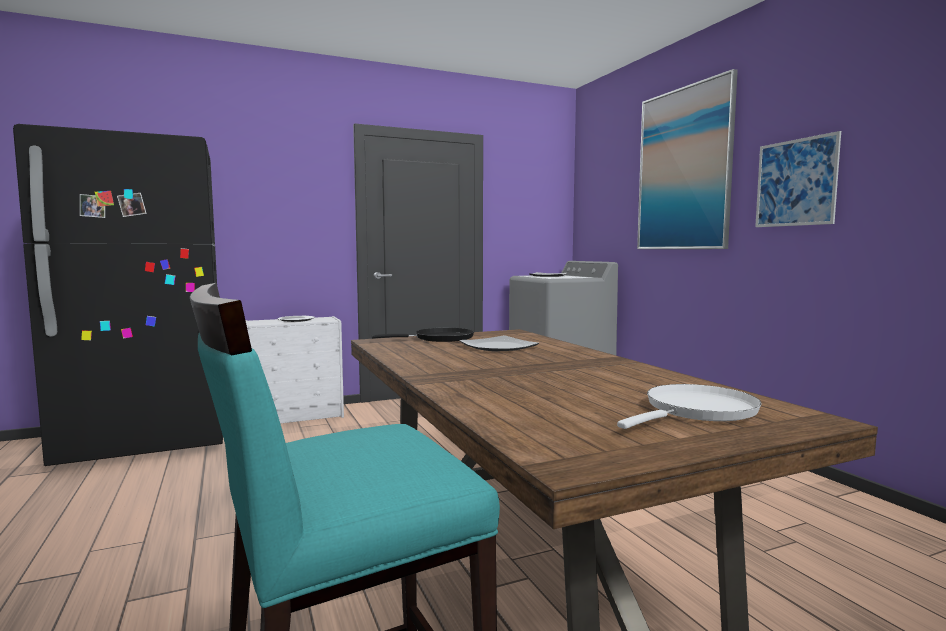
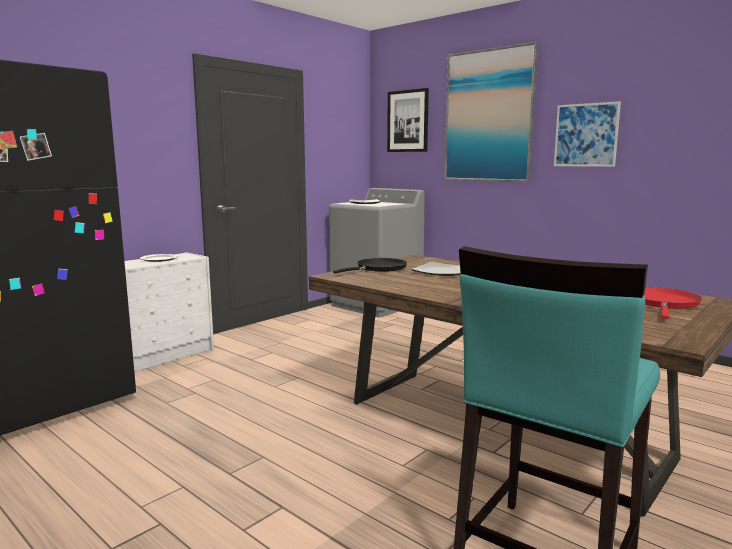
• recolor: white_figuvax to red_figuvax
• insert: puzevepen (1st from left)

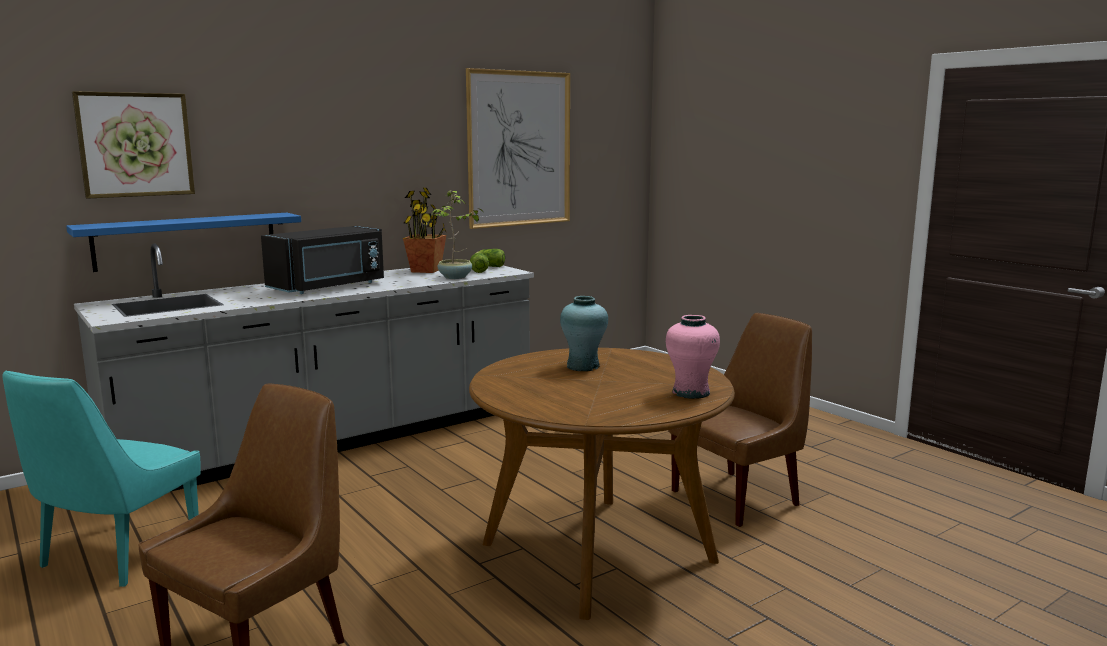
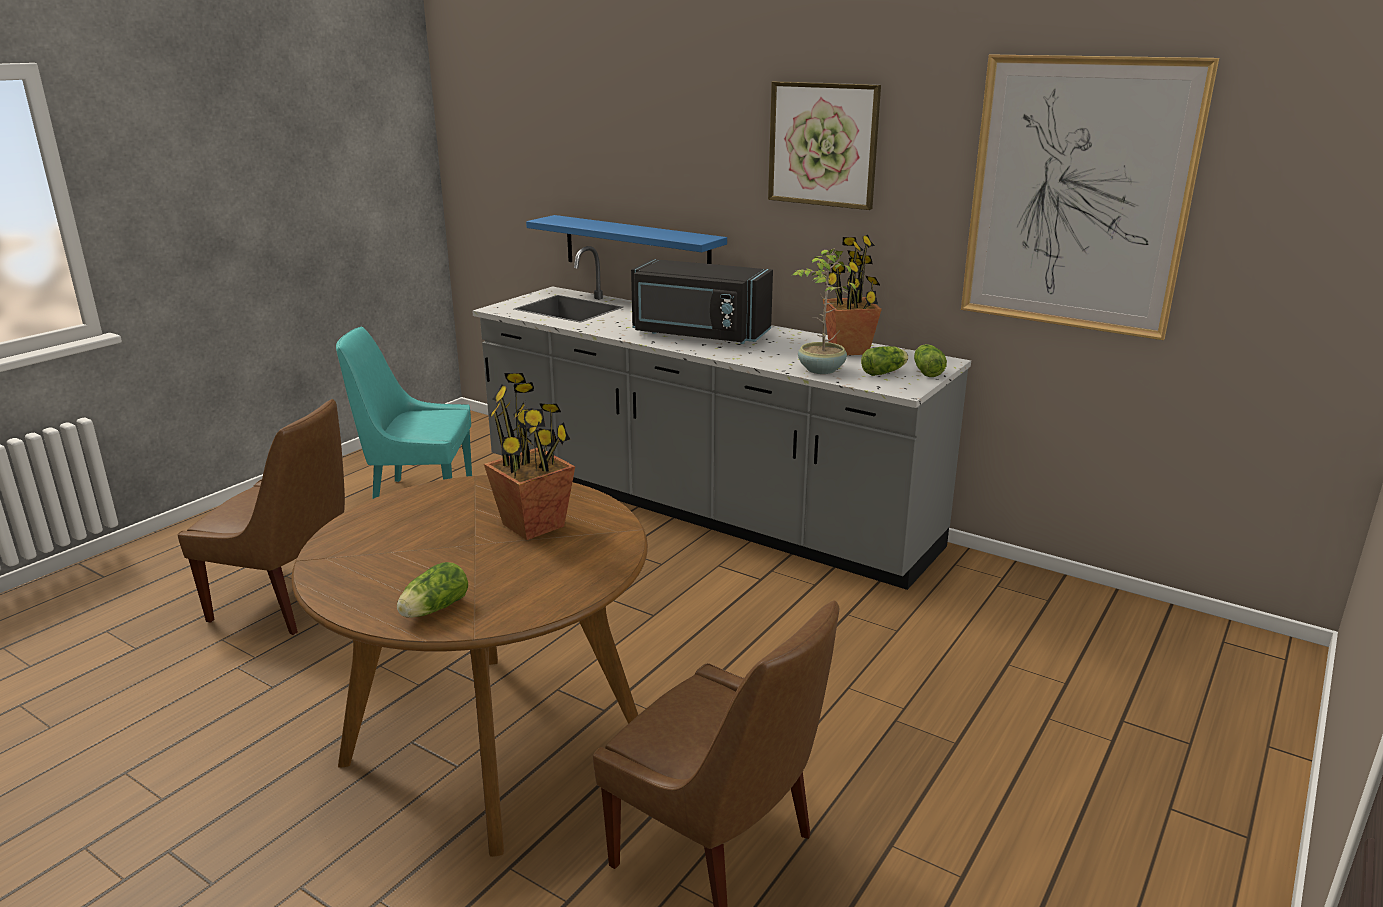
• move: puzevepen (1st from left)
• replace: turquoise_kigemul to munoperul (1st from left)
• replace: pink_kigemul to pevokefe (1st from left)

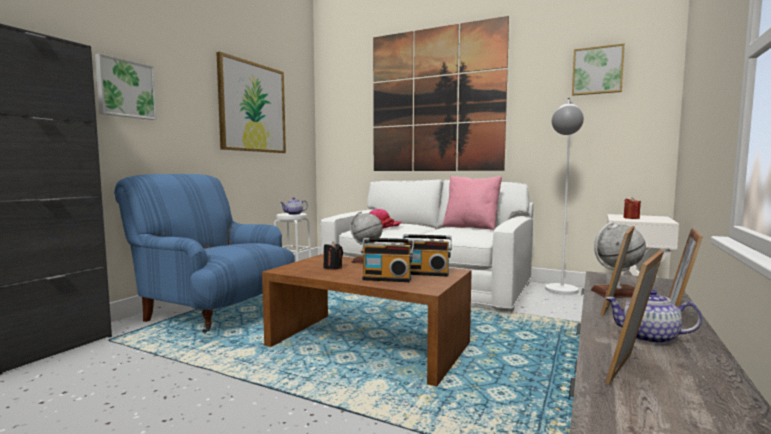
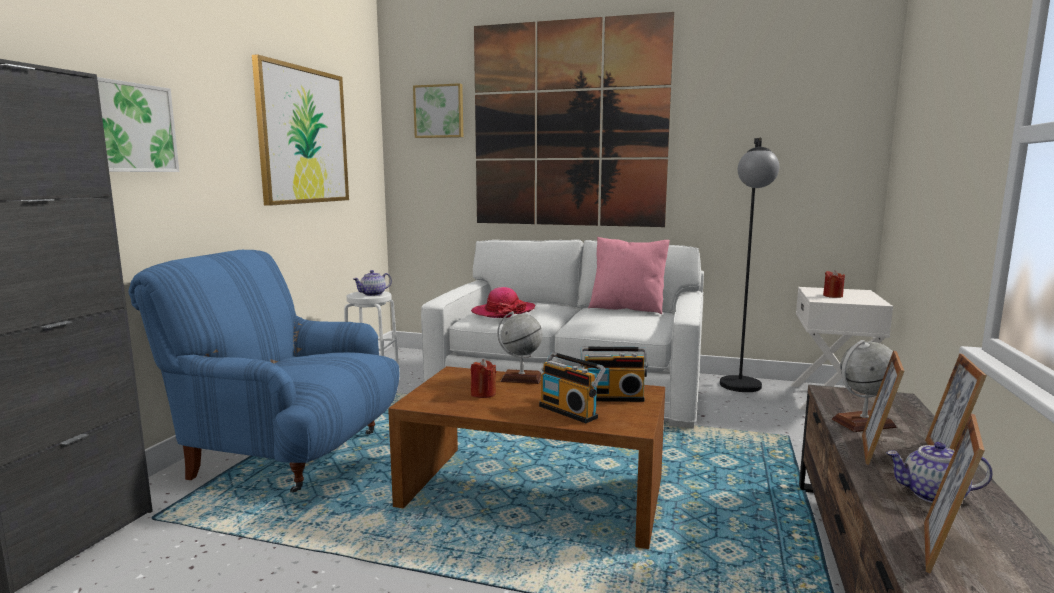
• recolor: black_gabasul to red_gabasul (1st from left)
• rotate: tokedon (1st from left) 45 degrees clockwise
• recolor: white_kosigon to black_kosigon
• move: puzevepen (4th from left in the first image) to puzevepen (3rd from left)

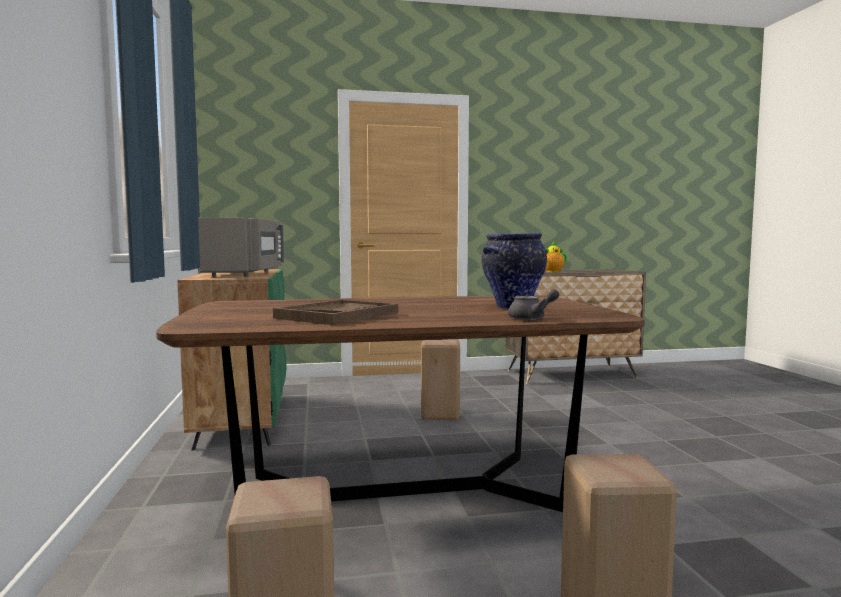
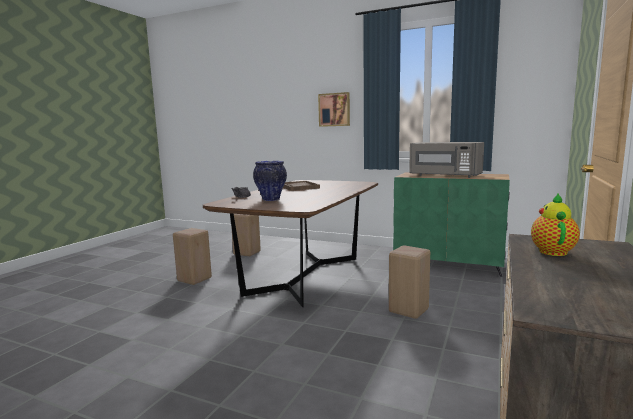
• insert: puzevepen

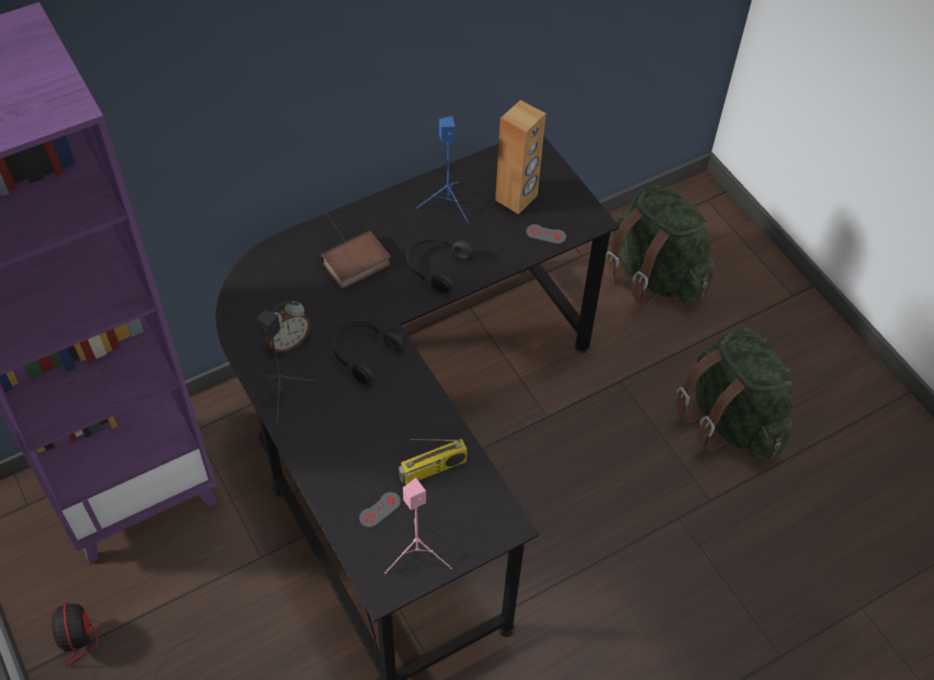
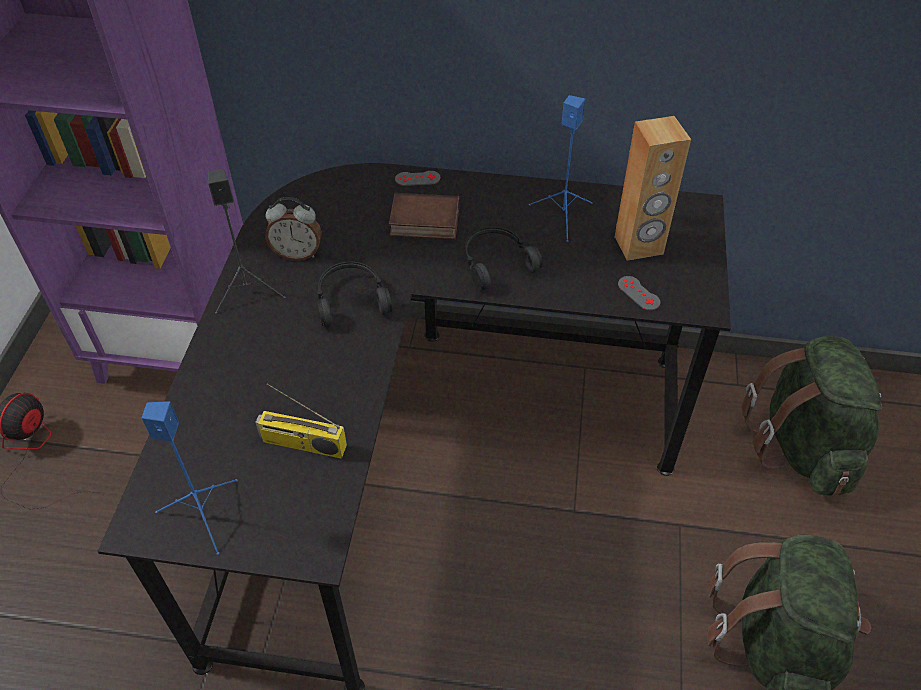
• move: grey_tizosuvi (1st from left)
• recolor: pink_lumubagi to blue_lumubagi (1st from left)

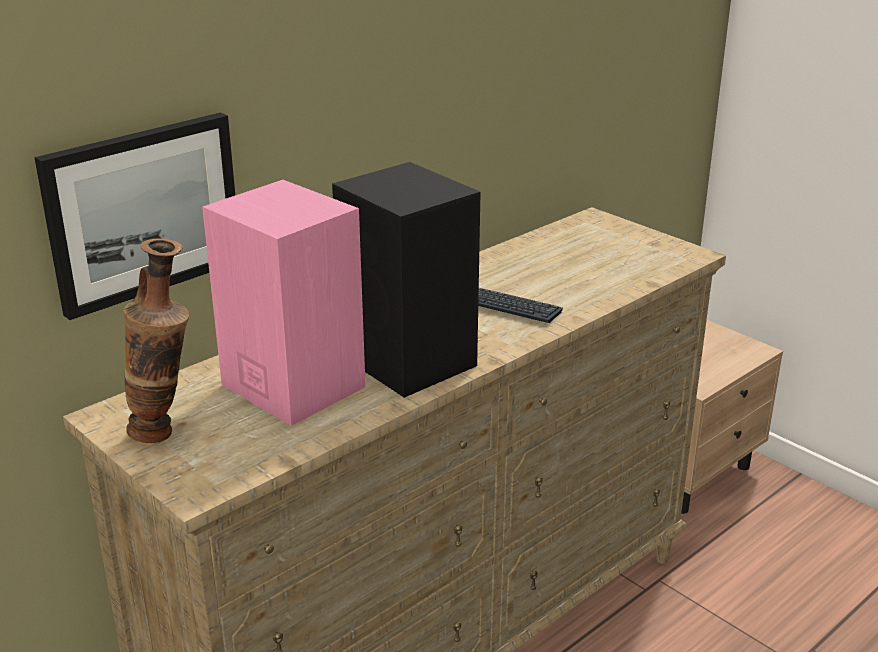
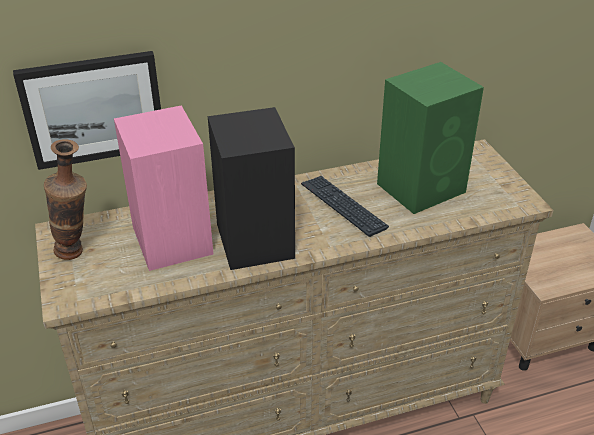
• insert: green_lumubagi

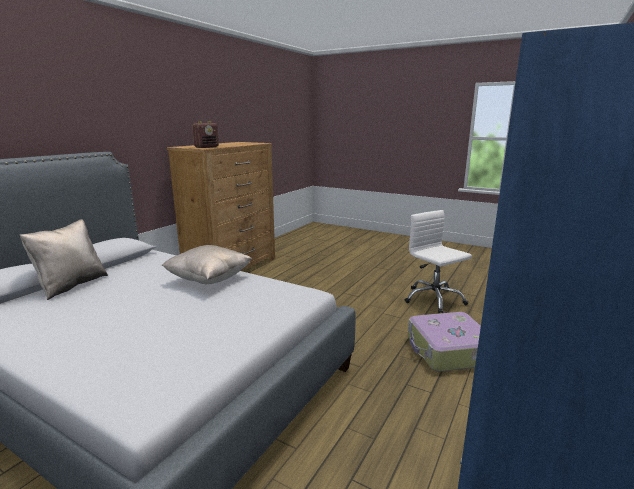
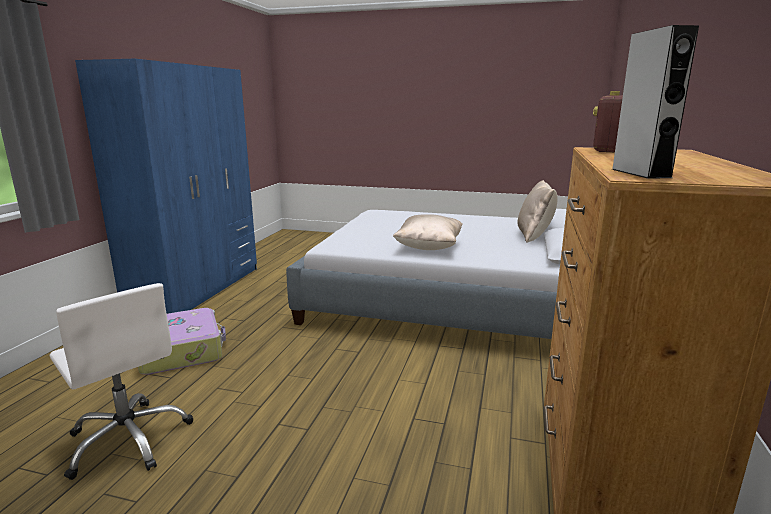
• insert: grey_lumubagi

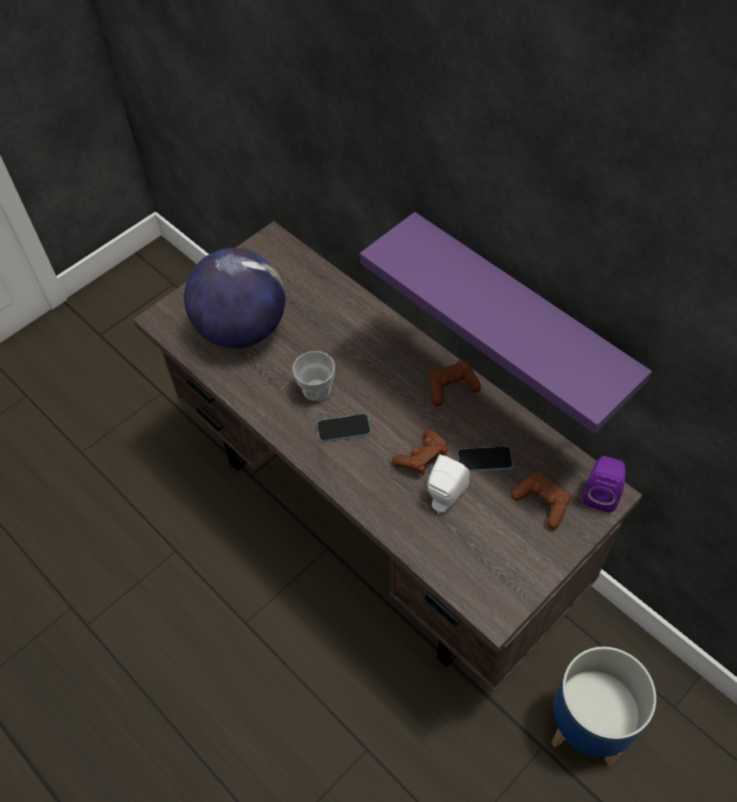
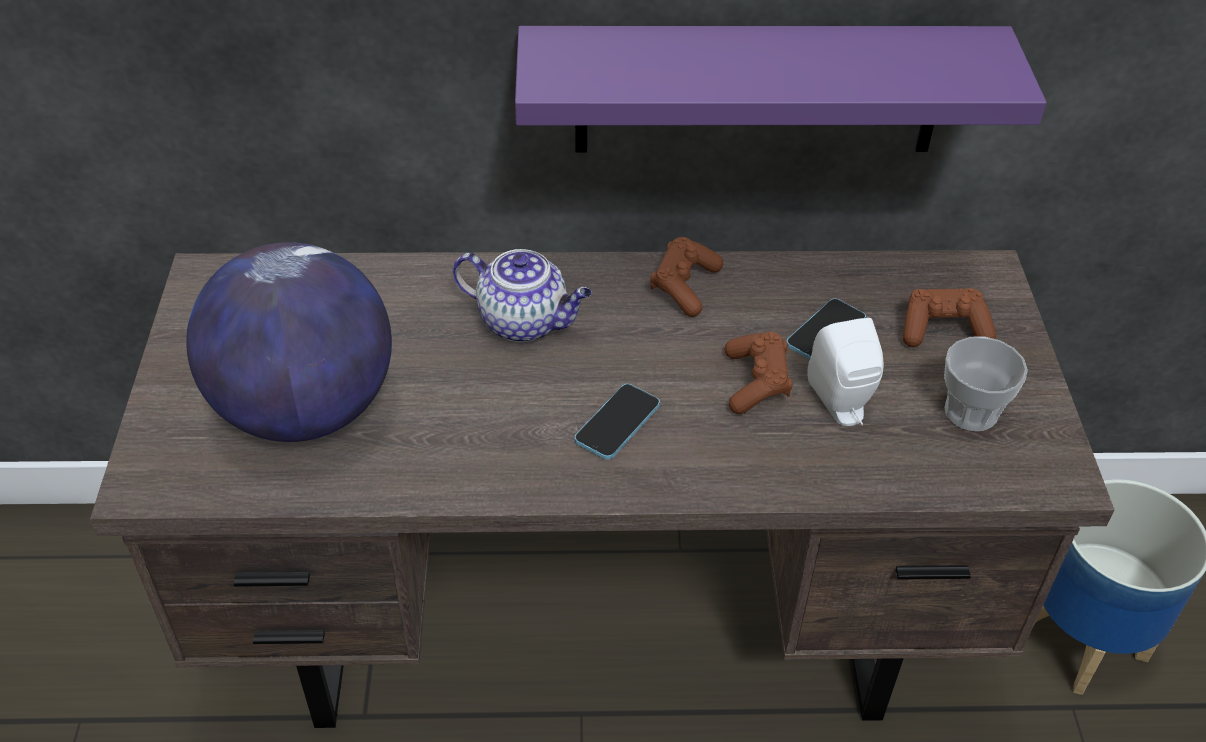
• move: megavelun
• delete: purple_lumubagi
• insert: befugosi

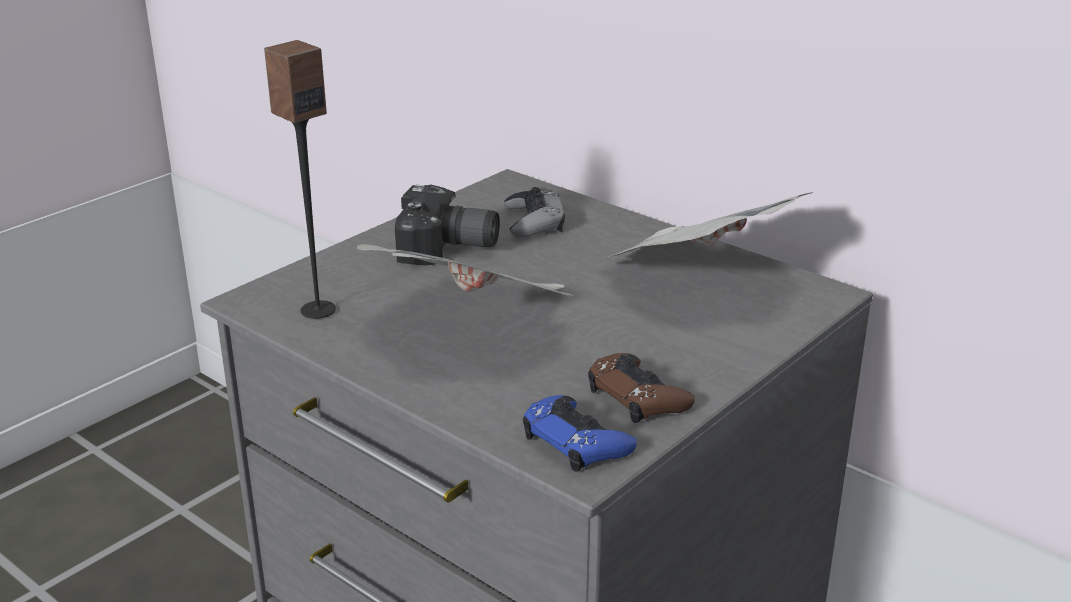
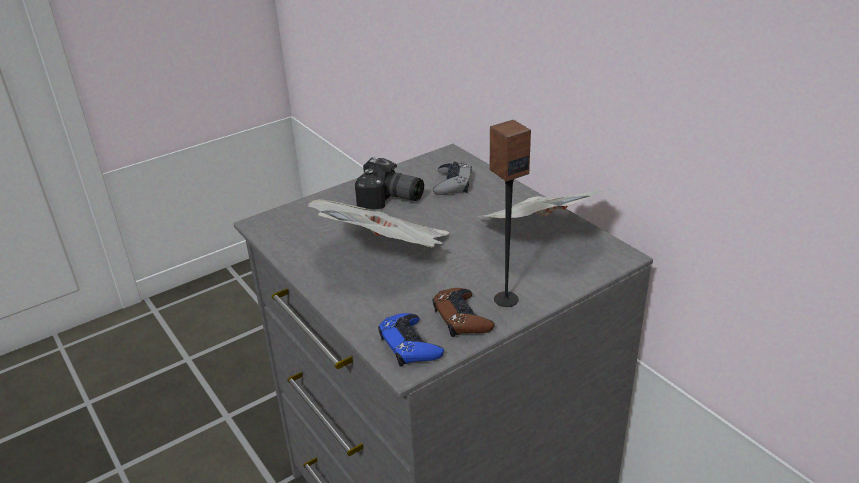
• move: lumubagi

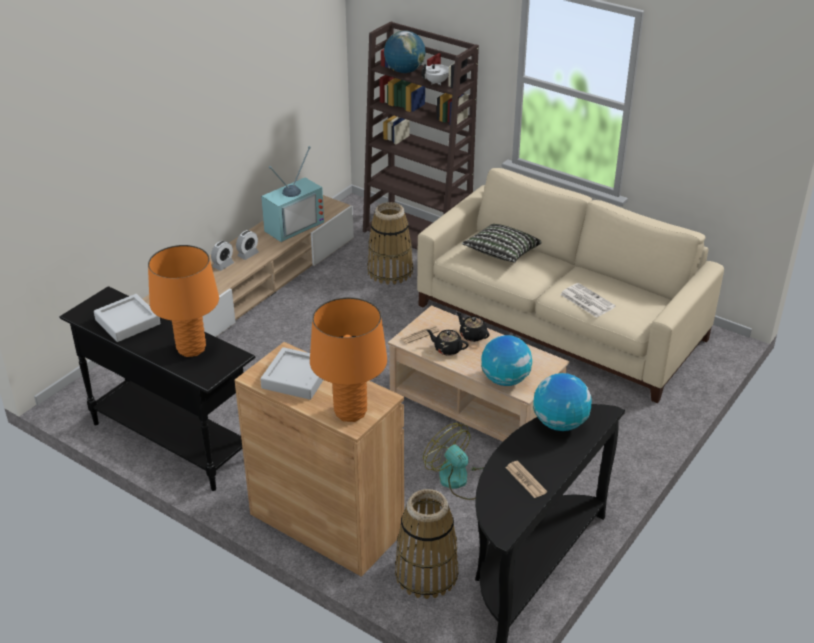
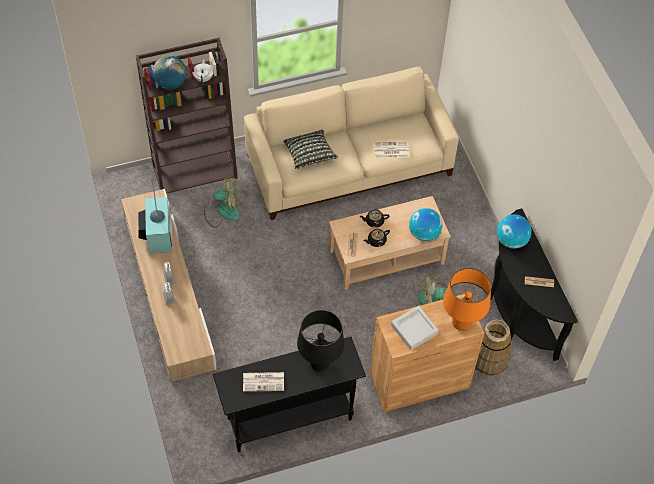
• replace: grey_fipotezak (1st from left) to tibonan (1st from left)
• recolor: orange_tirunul (1st from left) to black_tirunul
• replace: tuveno (1st from left) to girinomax (1st from left)

